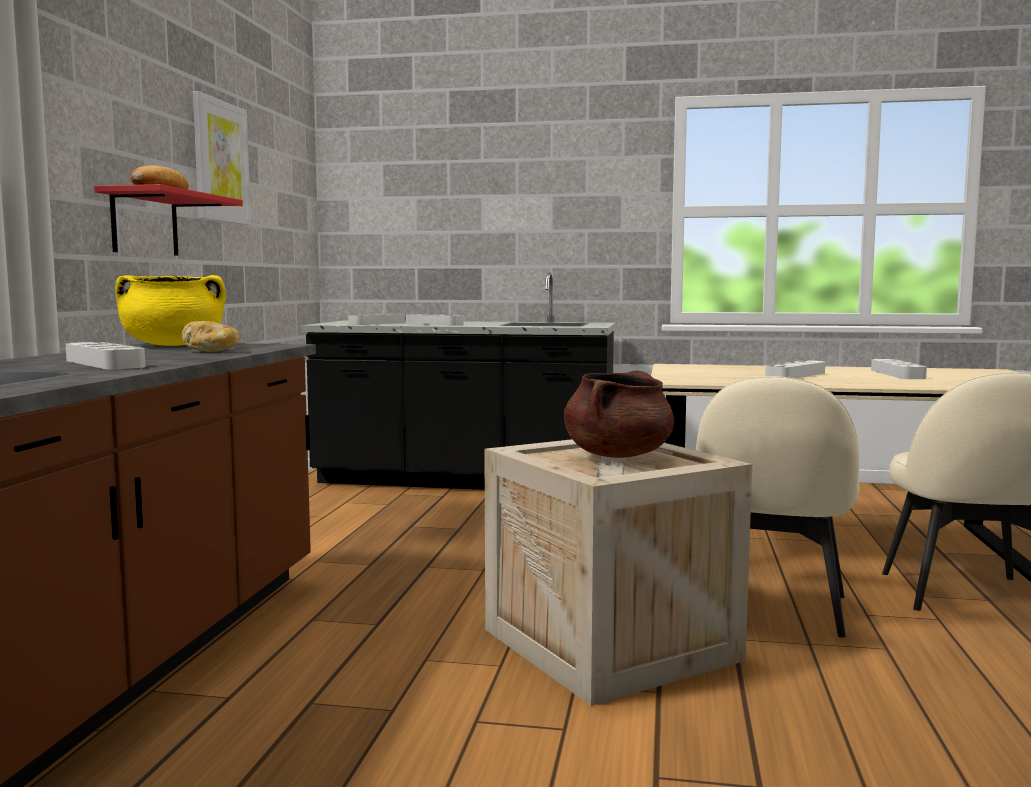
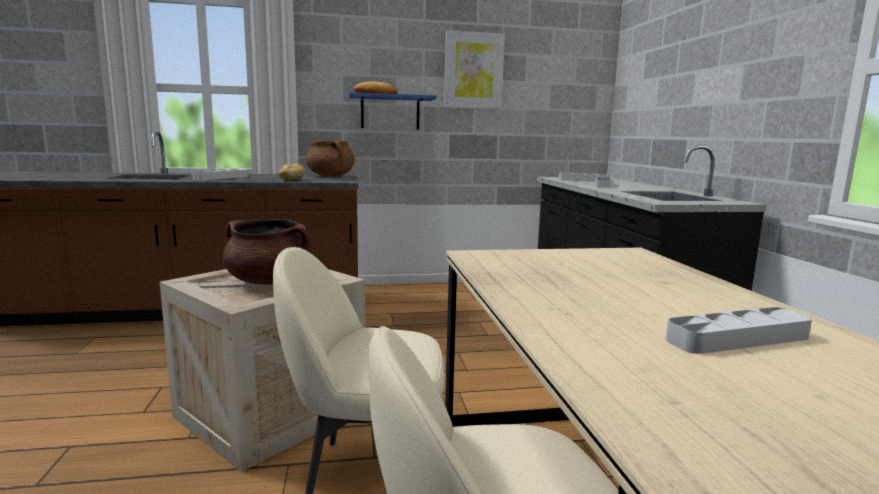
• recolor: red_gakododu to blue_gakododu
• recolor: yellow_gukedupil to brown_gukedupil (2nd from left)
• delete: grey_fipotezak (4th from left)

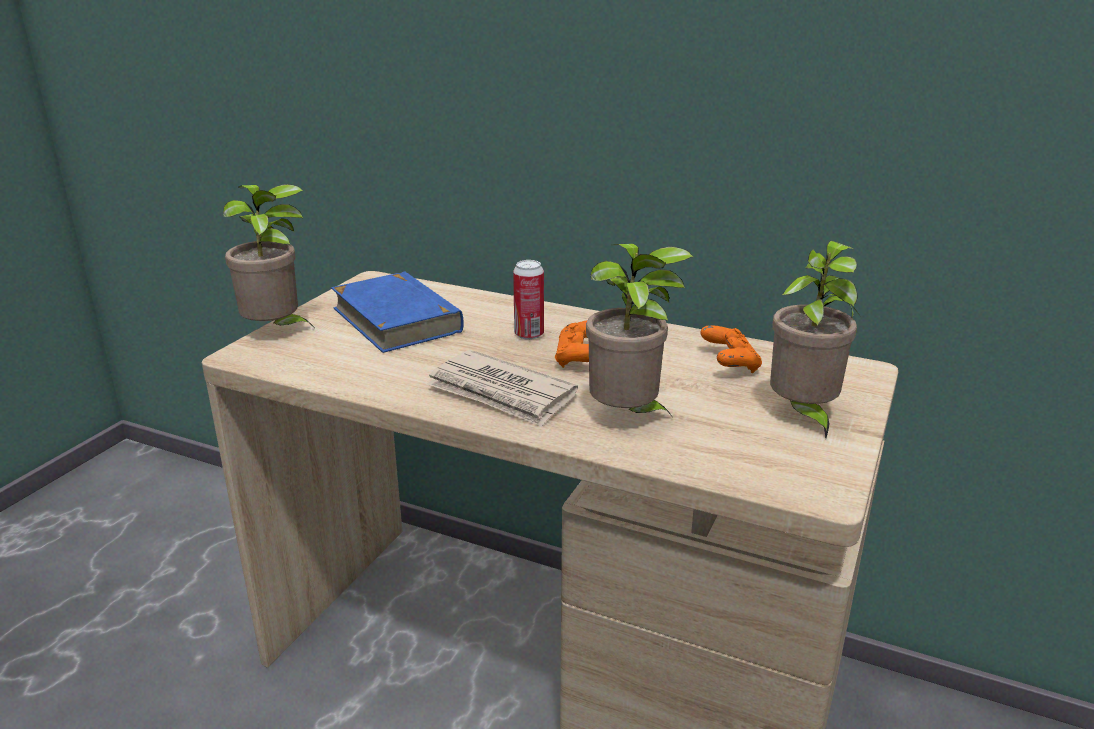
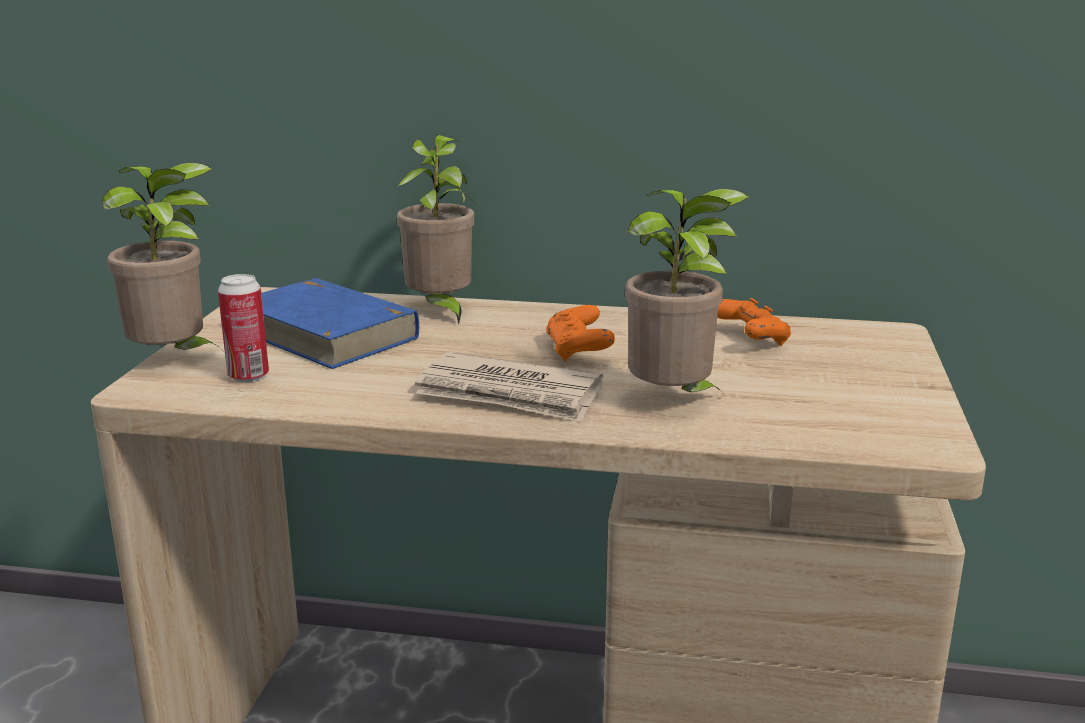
• move: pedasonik
• move: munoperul (3rd from left in the first image) to munoperul (2nd from left)

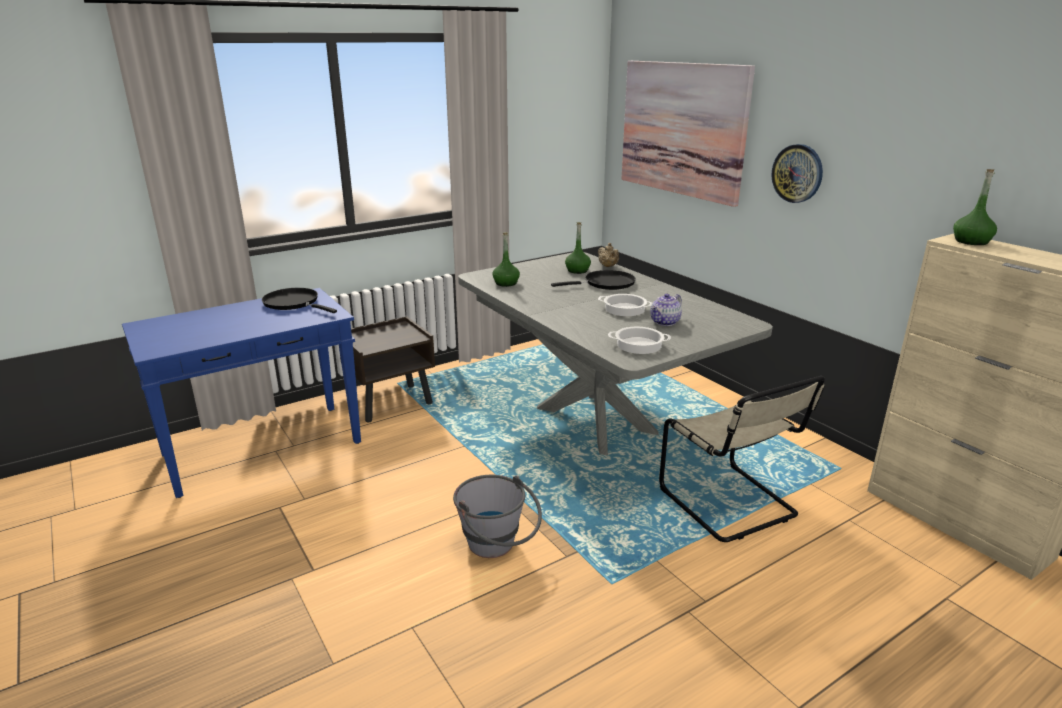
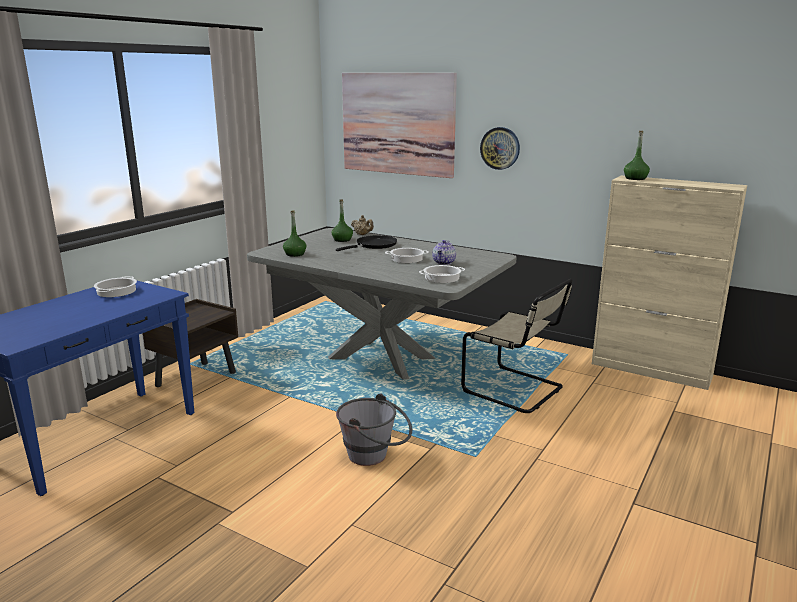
• replace: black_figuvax (1st from left) to gukedupil (1st from left)

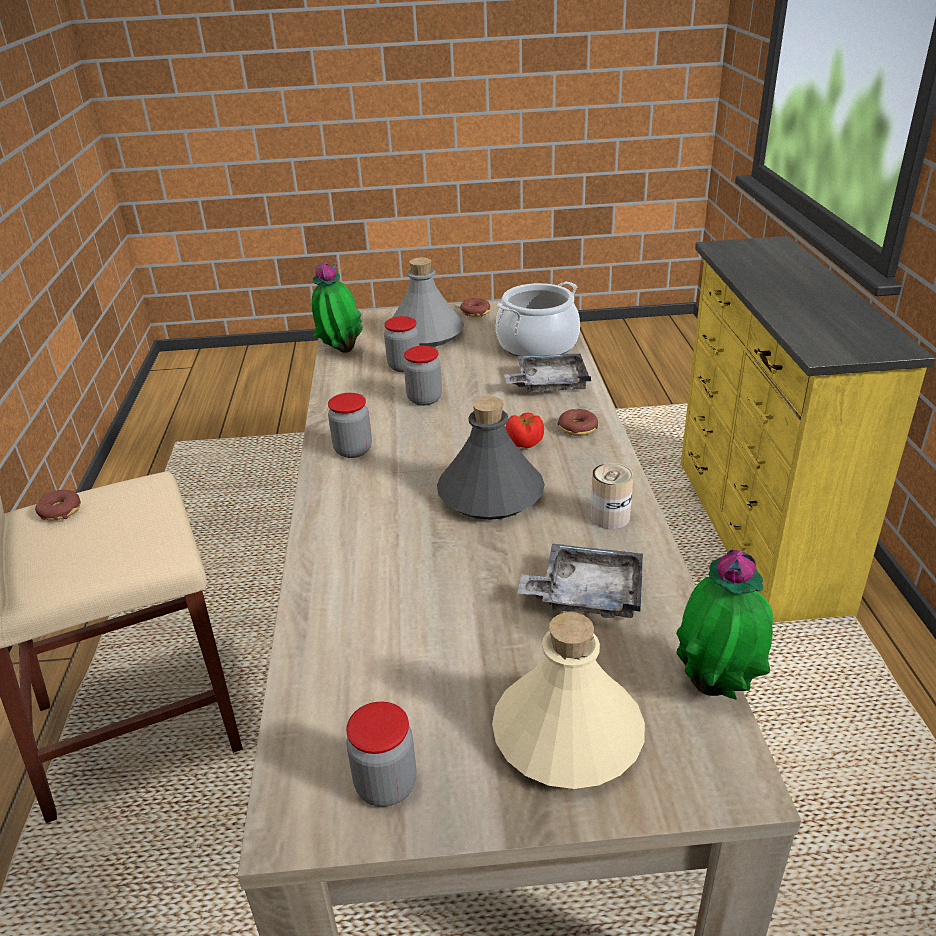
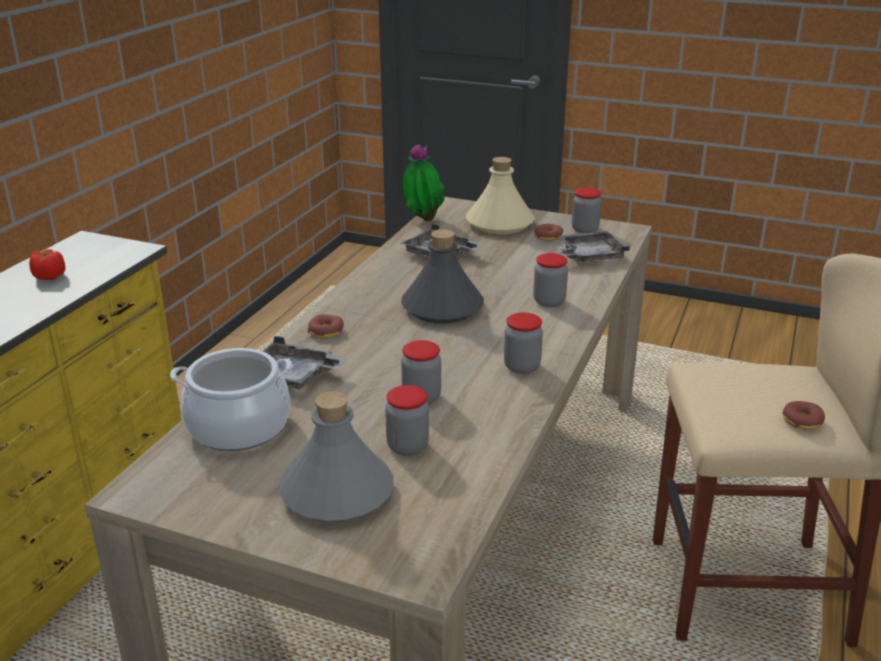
• delete: munoperul (1st from left)
• move: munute (2nd from left)
• move: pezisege
• delete: pedasonik
• insert: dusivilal (4th from left)
• insert: grey_fipotezak (3rd from left)

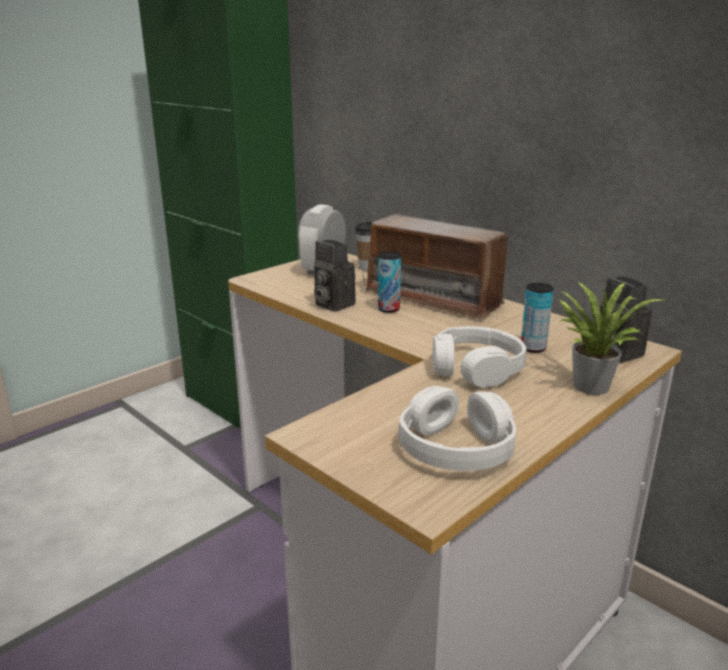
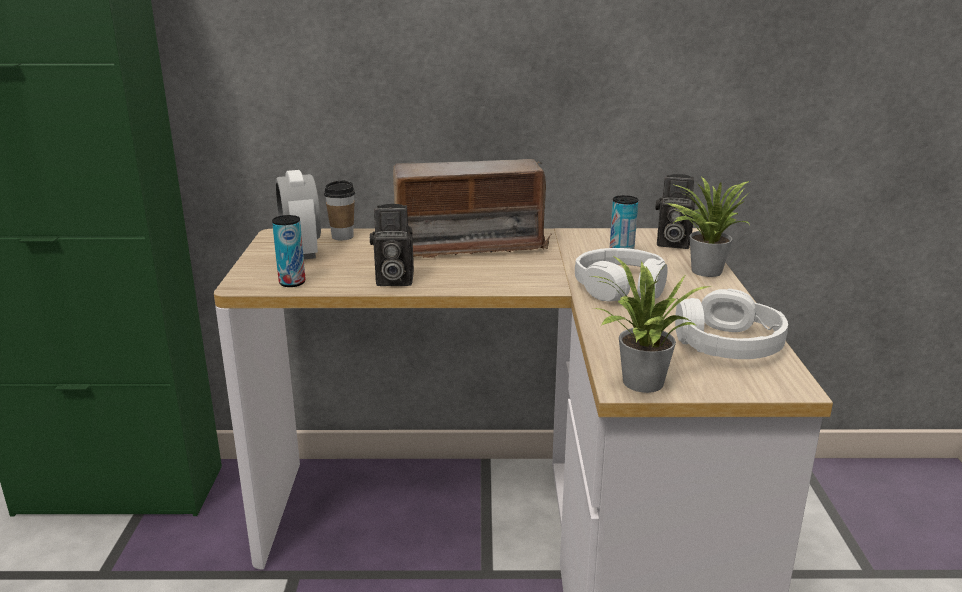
• move: pedasonik (1st from left)
• insert: munoperul (1st from left)

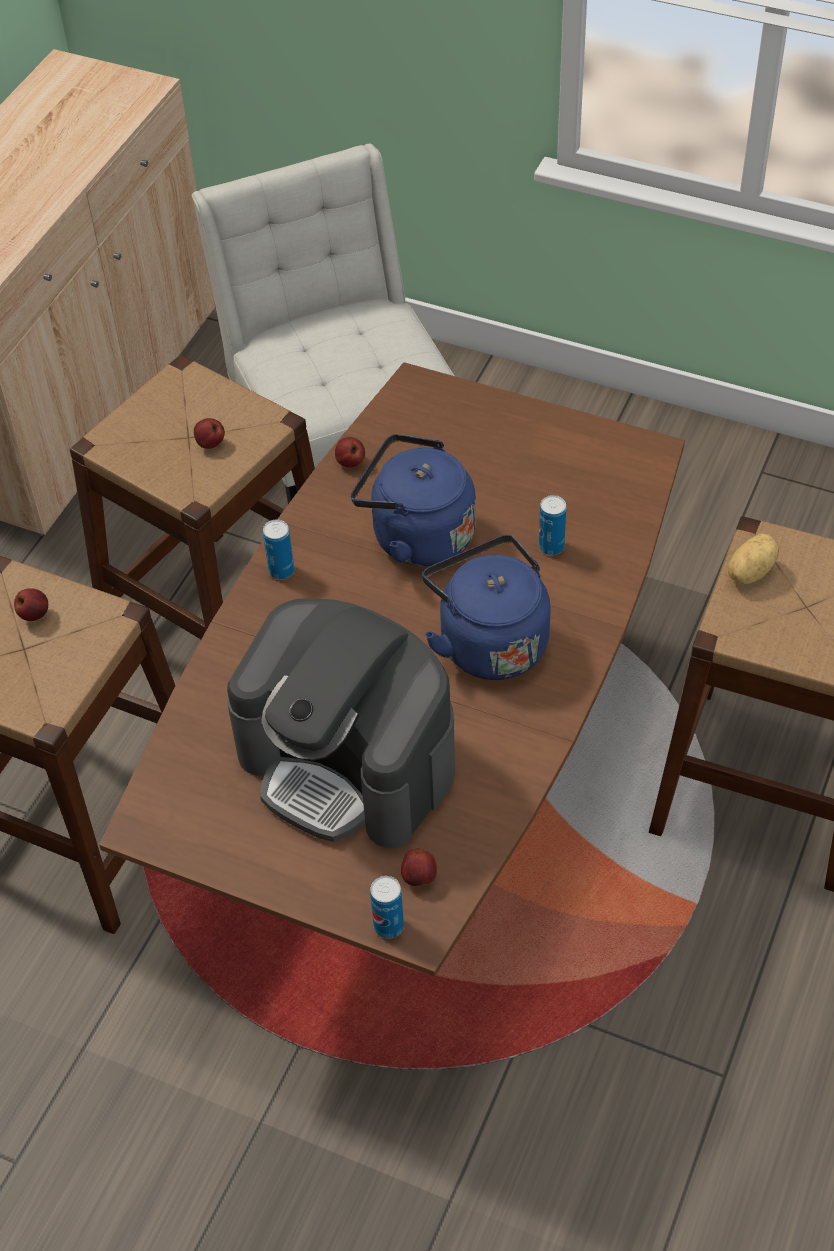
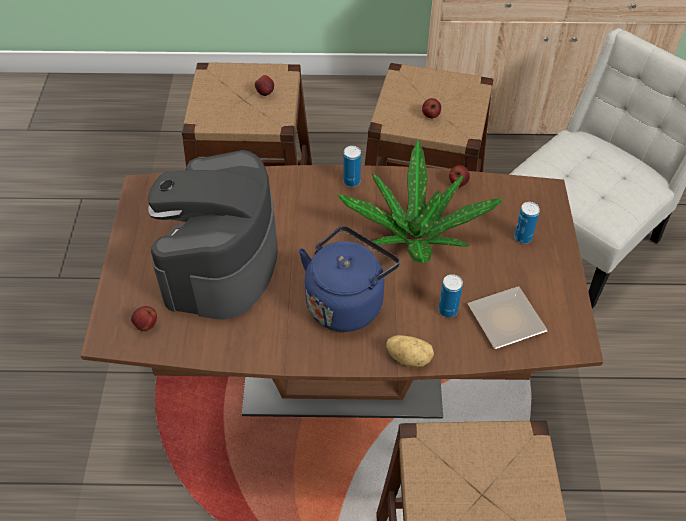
• replace: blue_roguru (1st from left) to munoperul
• move: pedasonik (2nd from left in the first image) to pedasonik (3rd from left)
• move: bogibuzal
• insert: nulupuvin

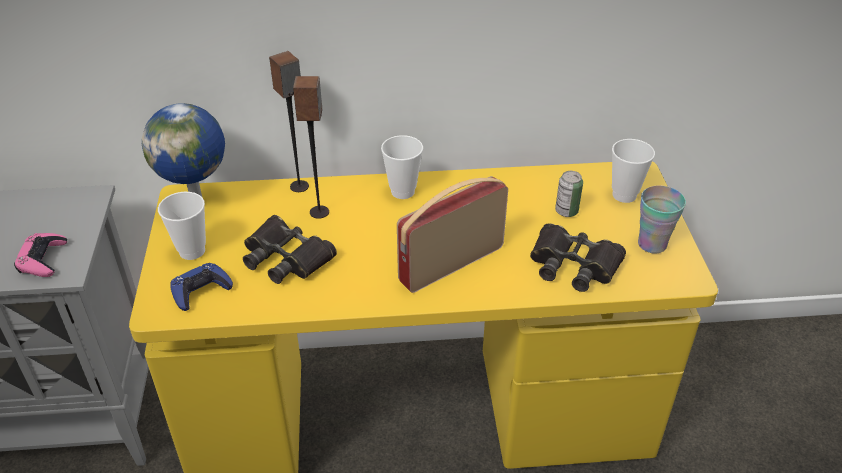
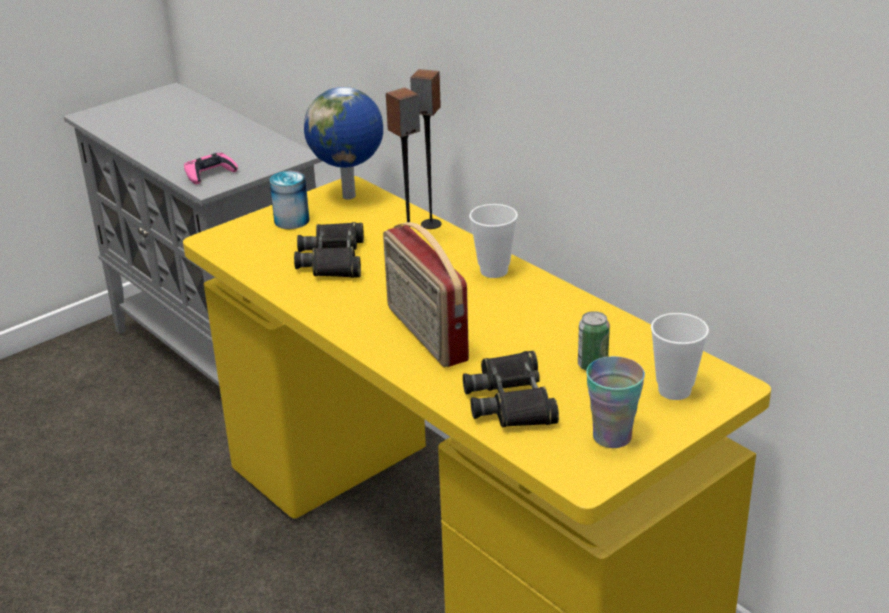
• replace: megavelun (1st from left) to pedasonik (1st from left)
• delete: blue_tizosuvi
• rotate: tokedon 135 degrees counterclockwise

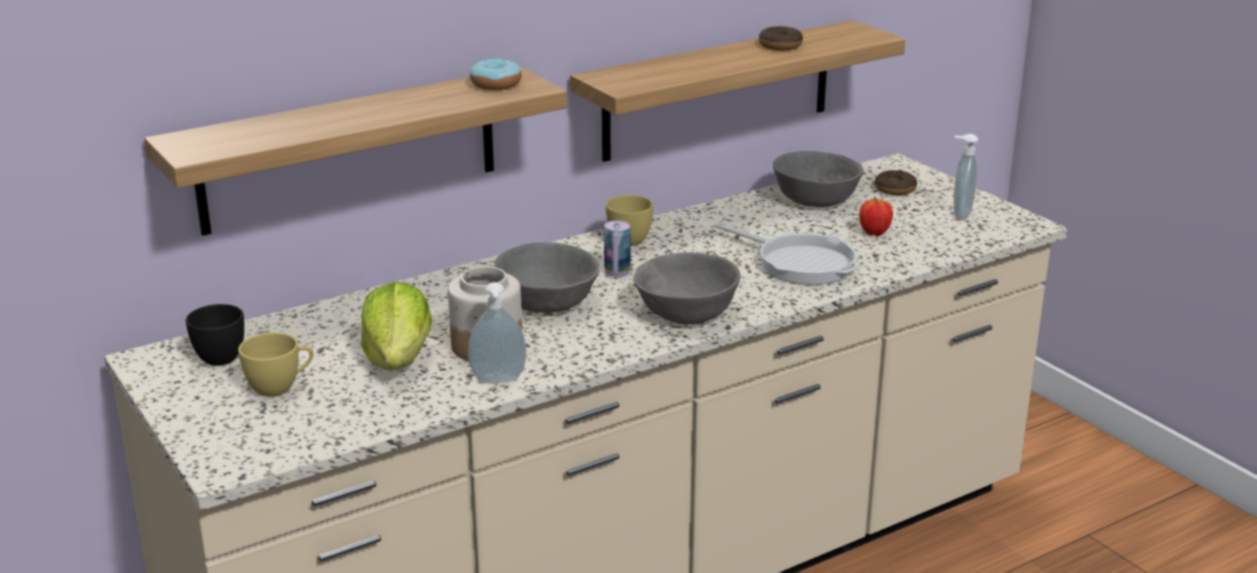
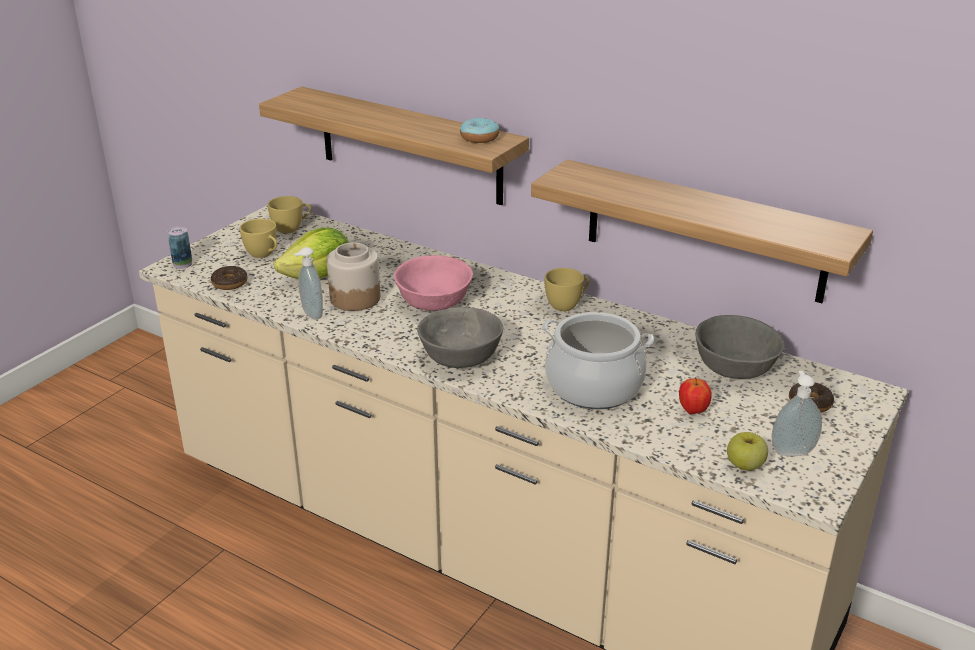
• recolor: black_megavelun to yellow_megavelun (2nd from left)
• recolor: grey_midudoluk (1st from left) to pink_midudoluk
• move: pedasonik
• replace: figuvax to gukedupil
• move: munute (2nd from left in the first image) to munute (1st from left)
• insert: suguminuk (2nd from left)

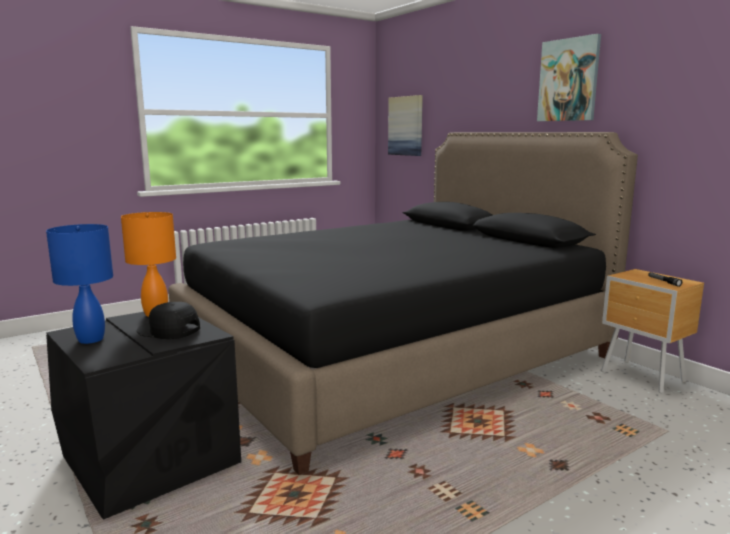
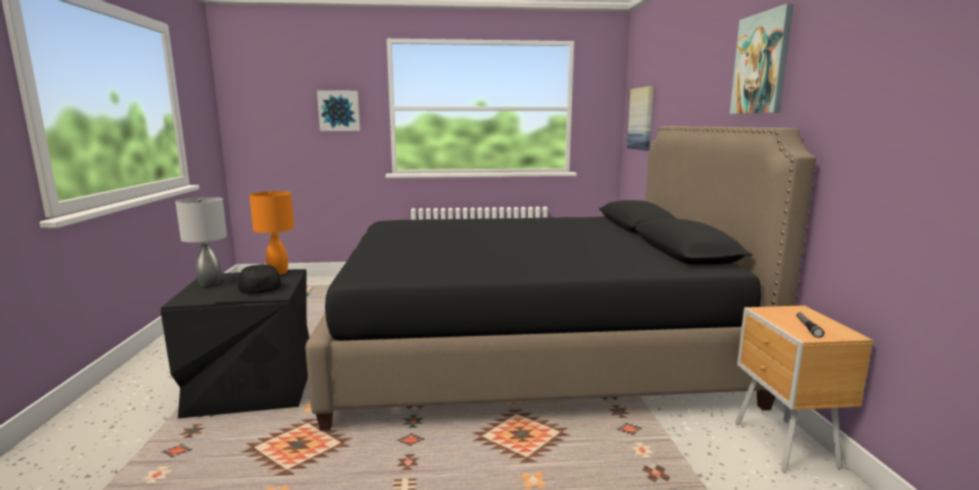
• recolor: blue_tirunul to grey_tirunul
• insert: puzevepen (1st from left)

